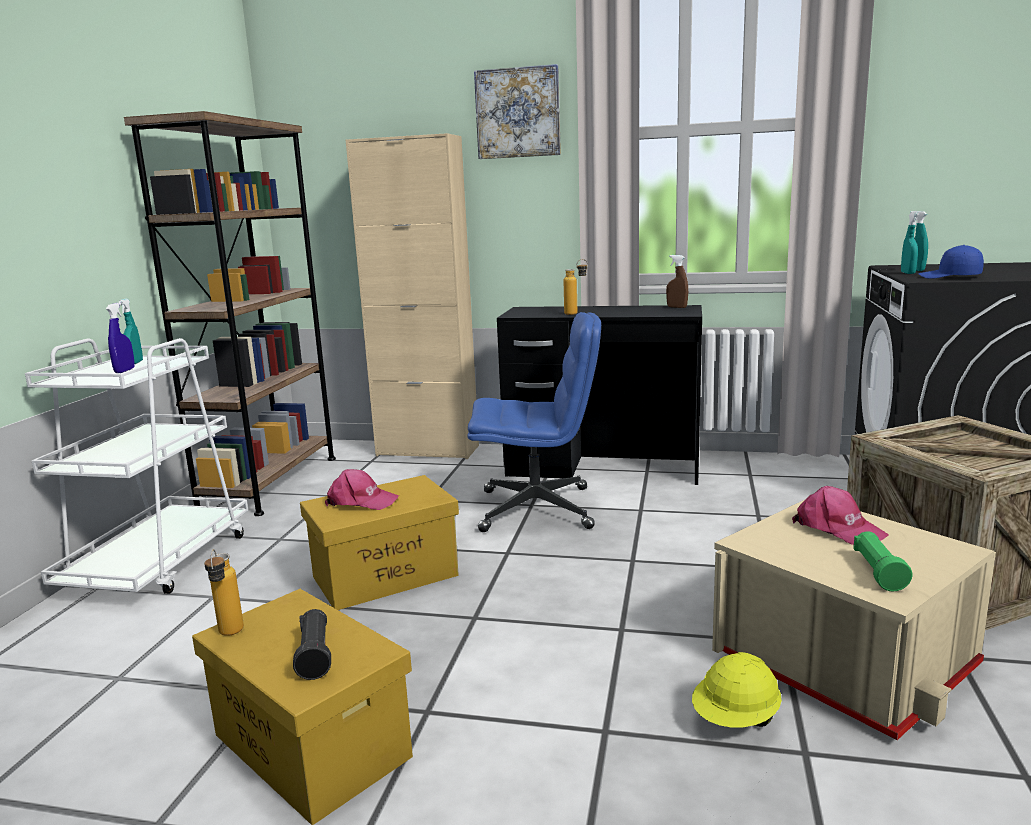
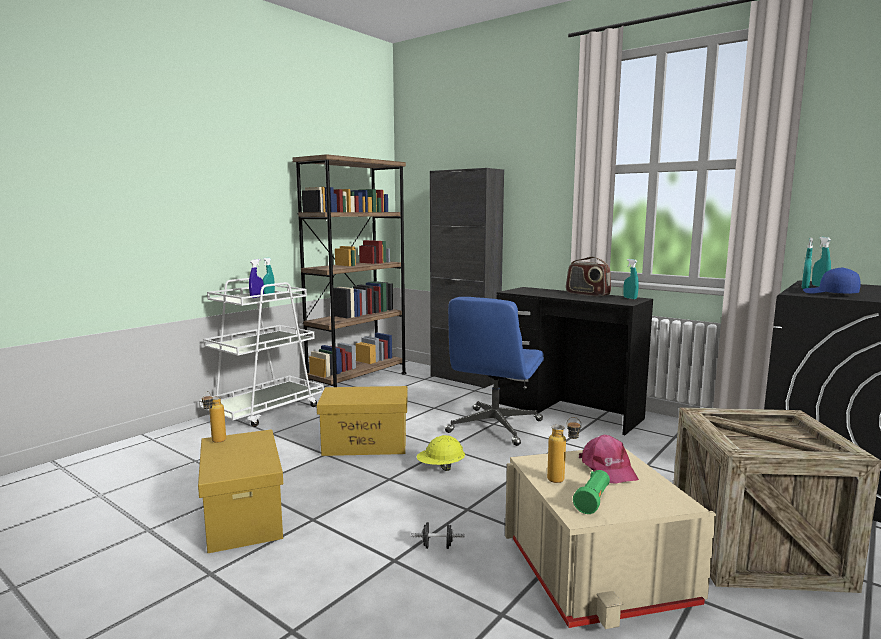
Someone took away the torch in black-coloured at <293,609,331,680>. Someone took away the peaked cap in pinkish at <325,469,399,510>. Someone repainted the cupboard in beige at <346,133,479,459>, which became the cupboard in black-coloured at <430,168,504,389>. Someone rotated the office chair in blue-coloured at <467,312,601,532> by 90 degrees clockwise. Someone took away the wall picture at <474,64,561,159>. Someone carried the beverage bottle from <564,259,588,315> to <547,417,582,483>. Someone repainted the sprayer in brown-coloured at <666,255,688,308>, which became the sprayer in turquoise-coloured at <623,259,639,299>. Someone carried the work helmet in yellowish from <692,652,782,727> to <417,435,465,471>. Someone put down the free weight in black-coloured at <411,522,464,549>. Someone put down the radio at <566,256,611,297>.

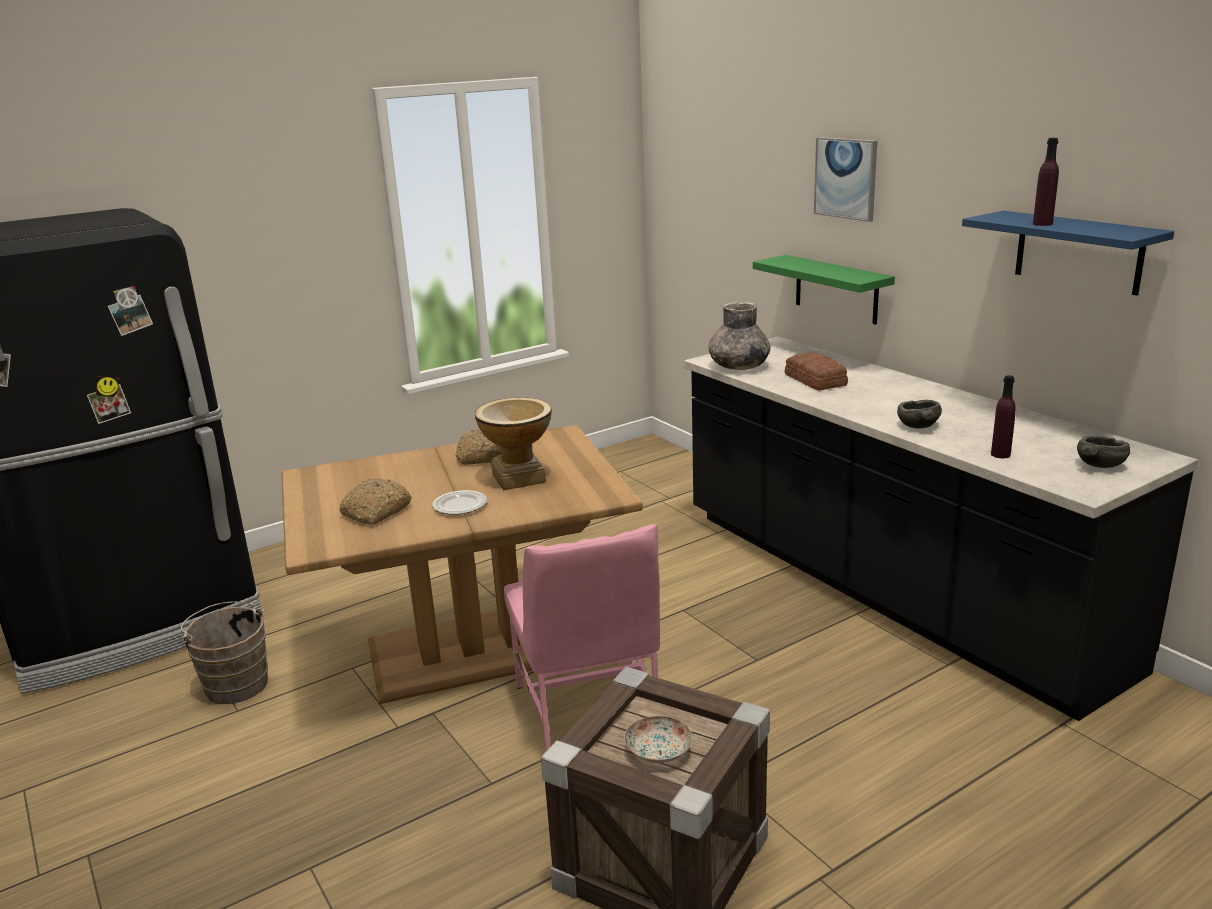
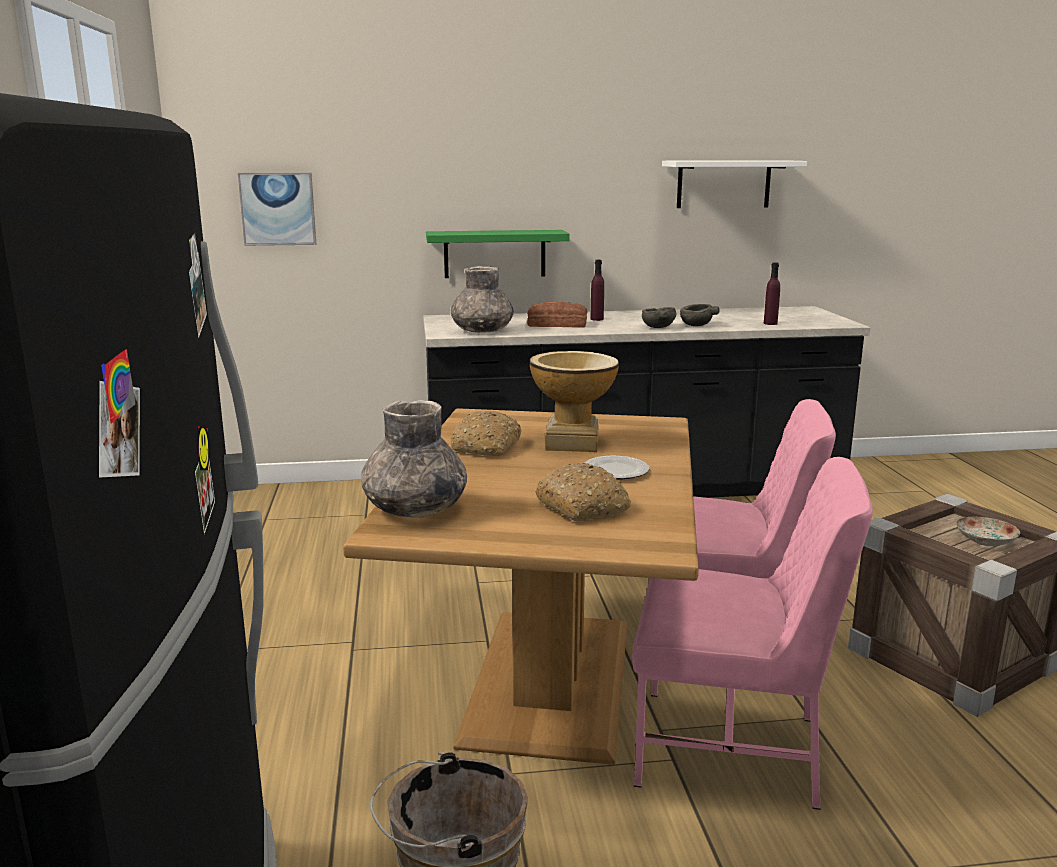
Someone carried the wall picture from <814,137,877,222> to <238,172,316,246>. Someone repainted the bracket shelf in blue-coloured at <962,211,1174,295>, which became the bracket shelf in white at <662,160,807,208>. Someone carried the beverage bottle in purplish from <1033,138,1059,226> to <591,260,604,321>. Someone carried the bowl in grey from <1077,436,1130,468> to <642,307,677,328>. Someone put down the decorative vase in grey at <361,400,467,517>. Someone put down the chair in pinkish at <632,457,873,810>.

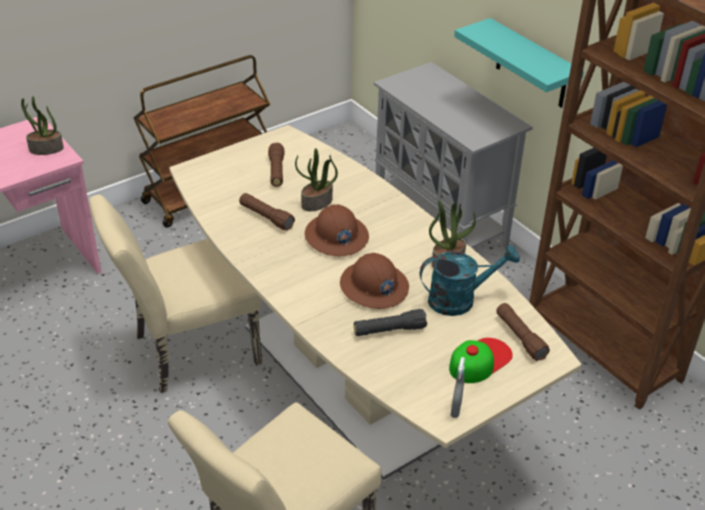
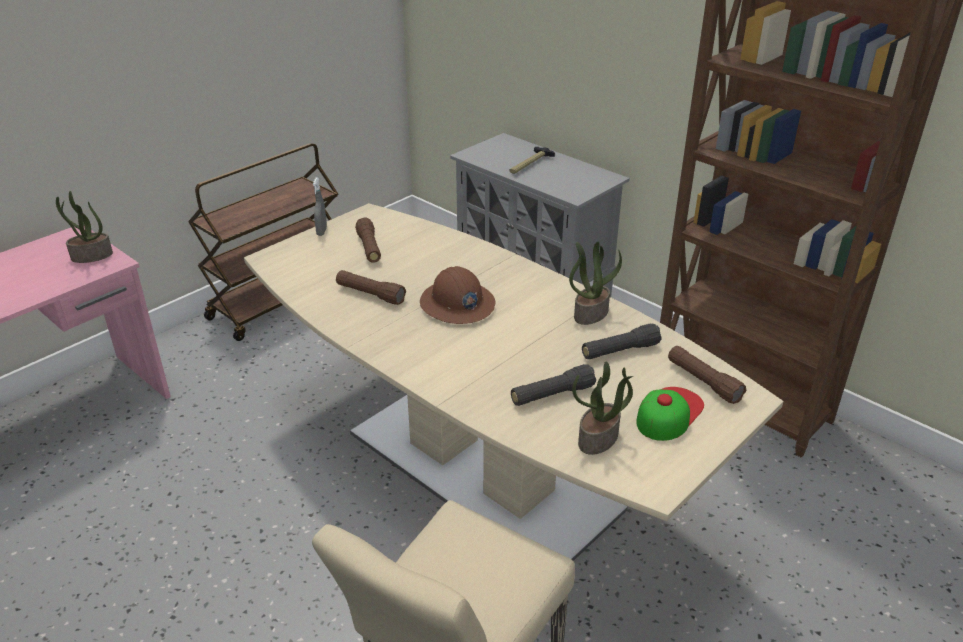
Someone took away the chair in beige at <89,194,262,393>. Someone carried the houseplant from <295,148,338,211> to <572,362,633,455>. Someone took away the work helmet in brown-coloured at <340,253,409,309>. Someone swapped the sprinkling can in turquoise-coloured at <420,245,520,316> for the torch in black-coloured at <582,324,662,359>. Someone carried the sprayer in grey from <451,357,465,418> to <313,178,327,236>. Someone took away the bracket shelf in turquoise-coloured at <454,18,584,108>. Someone put down the tool hammer at <509,147,555,174>.

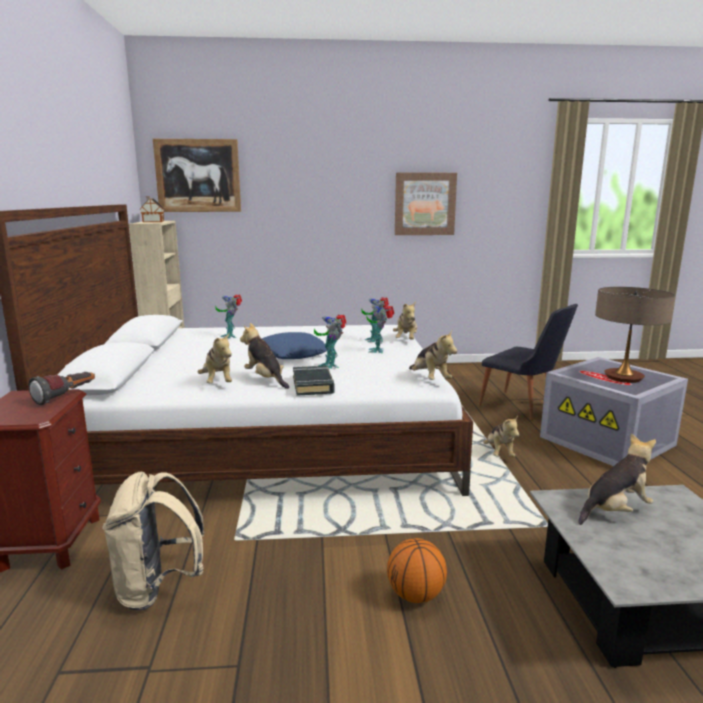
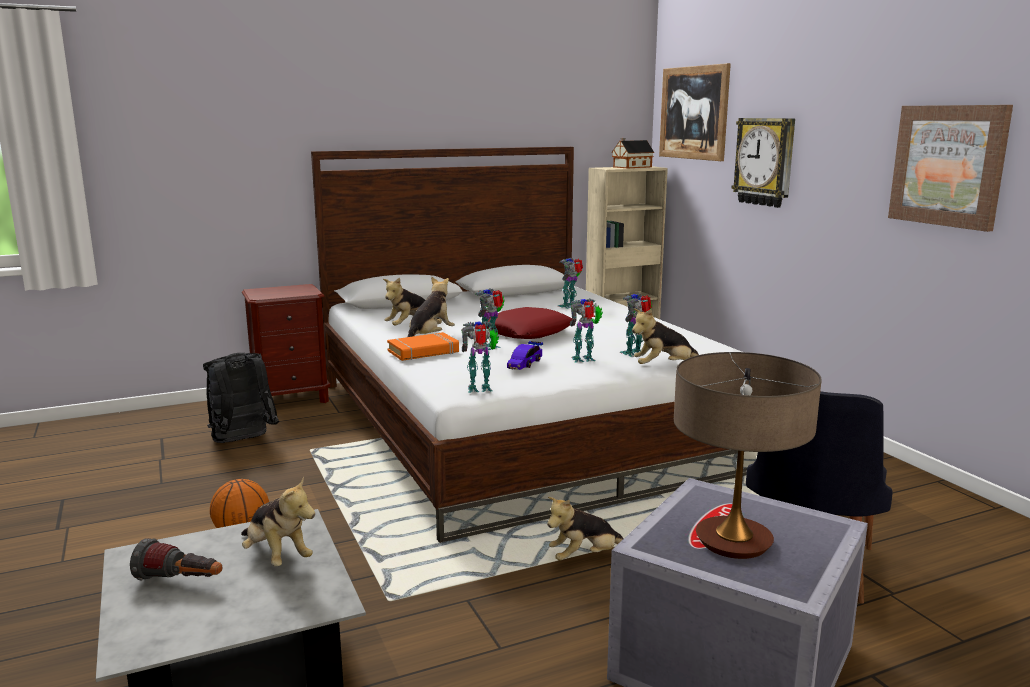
Someone carried the torch from <28,372,95,405> to <130,538,222,581>. Someone repainted the rucksack in beige at <102,472,204,611>, which became the rucksack in black-coloured at <203,353,279,443>. Someone repainted the throw pillow in blue-coloured at <262,332,327,359>, which became the throw pillow in red at <487,307,572,339>. Someone repainted the bound book in black-coloured at <293,366,335,396>, which became the bound book in orangey at <387,332,459,361>. Someone swapped the soft toy at <409,331,457,380> for the model robot at <461,321,499,393>. Someone put down the toy car at <507,341,543,370>. Someone put up the clock on the wall at <732,118,795,208>.

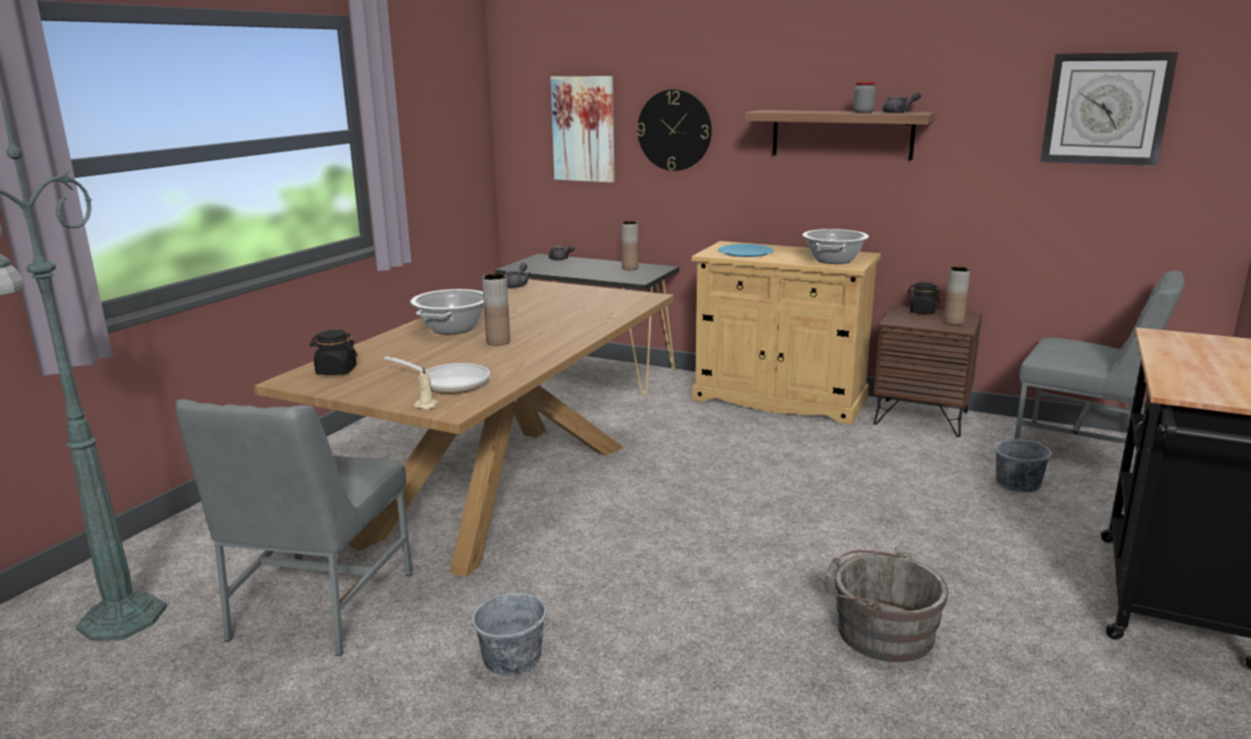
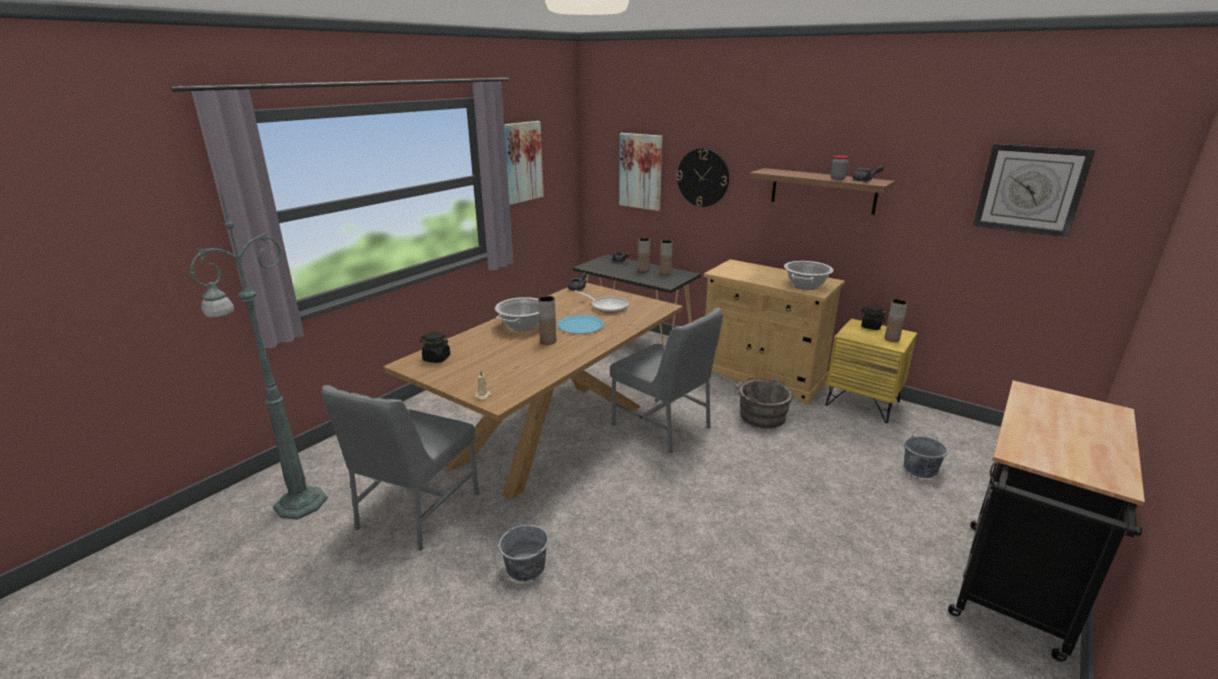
Someone carried the frying pan from <384,356,490,394> to <574,290,629,313>. Someone carried the flat dish in blue-coloured from <718,244,774,257> to <557,315,604,334>. Someone carried the bucket in grey from <823,547,948,662> to <734,378,793,428>. Someone repainted the nightstand in brown-coloured at <874,305,982,437>, which became the nightstand in yellowish at <825,318,917,423>. Someone carried the chair in grey from <1014,270,1184,473> to <610,308,723,453>. Someone put up the wall picture at <504,121,544,205>. Someone put down the decorative vase in brown-coloured at <638,238,650,272>.

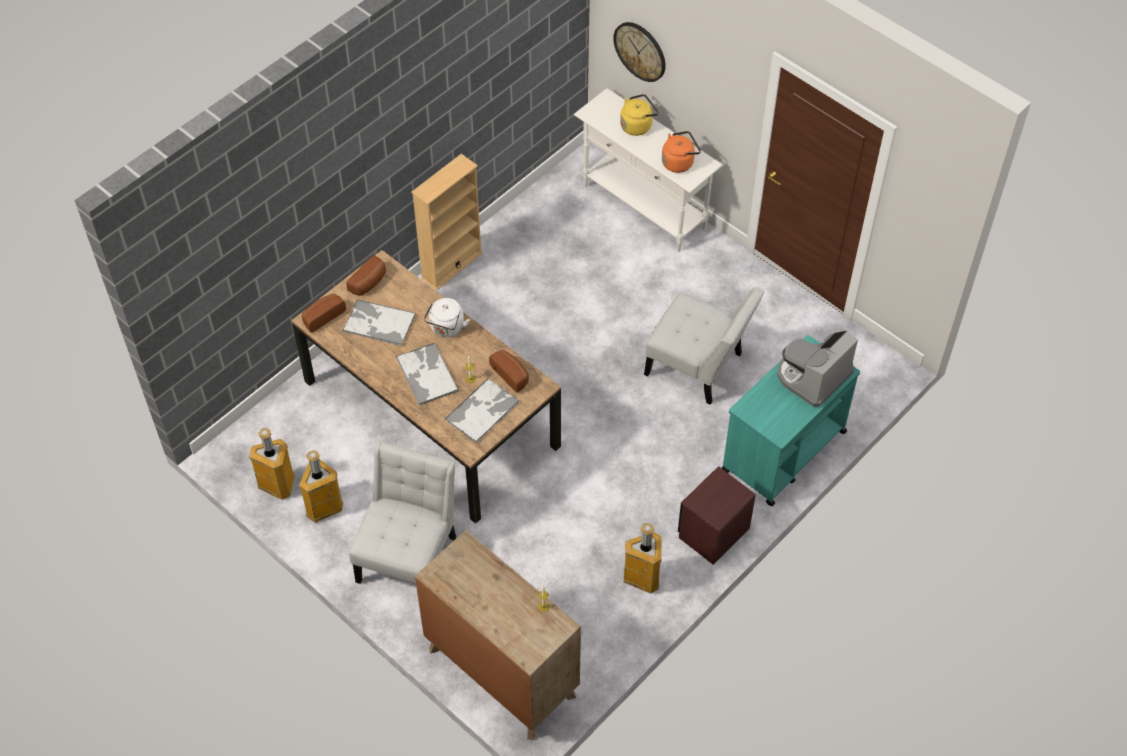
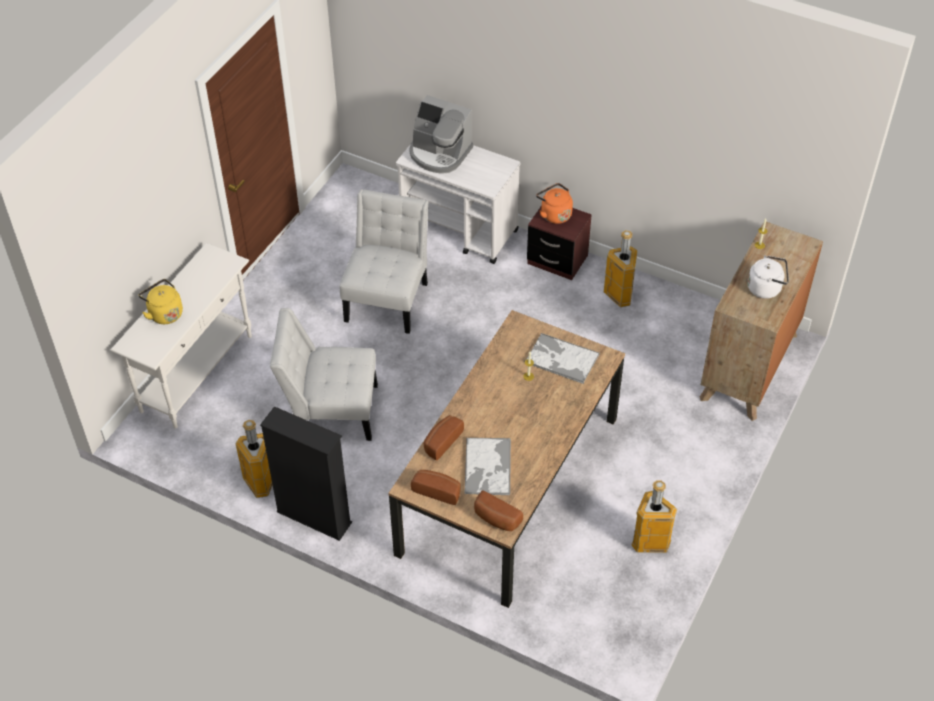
Someone carried the trash can from <249,428,295,500> to <235,420,272,498>. Someone carried the chair in white from <349,442,456,584> to <270,308,378,441>. Someone took away the carrying tray at <396,343,459,405>. Someone repainted the shelving unit in beige at <411,154,483,291>, which became the shelving unit in black-coloured at <260,406,352,541>. Someone carried the tea kettle in white from <424,298,470,337> to <747,256,789,299>. Someone carried the baked bread from <489,350,529,393> to <424,415,464,461>. Someone took away the clock on the wall at <613,22,666,82>. Someone carried the tea kettle in orangey from <662,131,701,173> to <536,183,573,224>. Someone repainted the trolley in turquoise-coloured at <722,335,860,506>, which became the trolley in white at <396,145,521,264>.

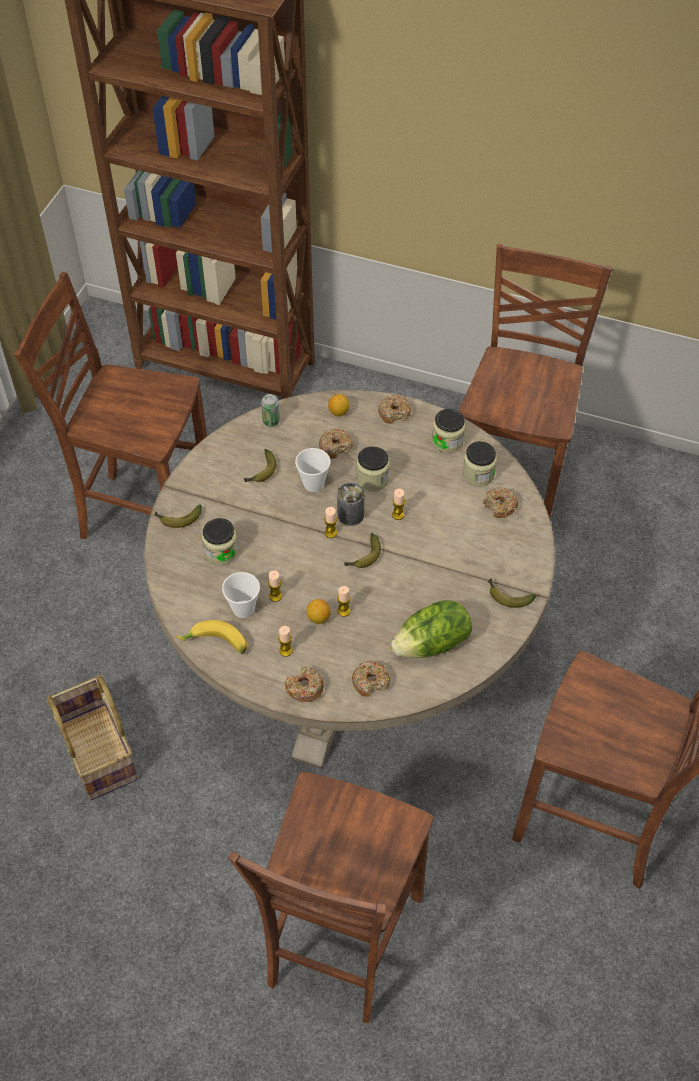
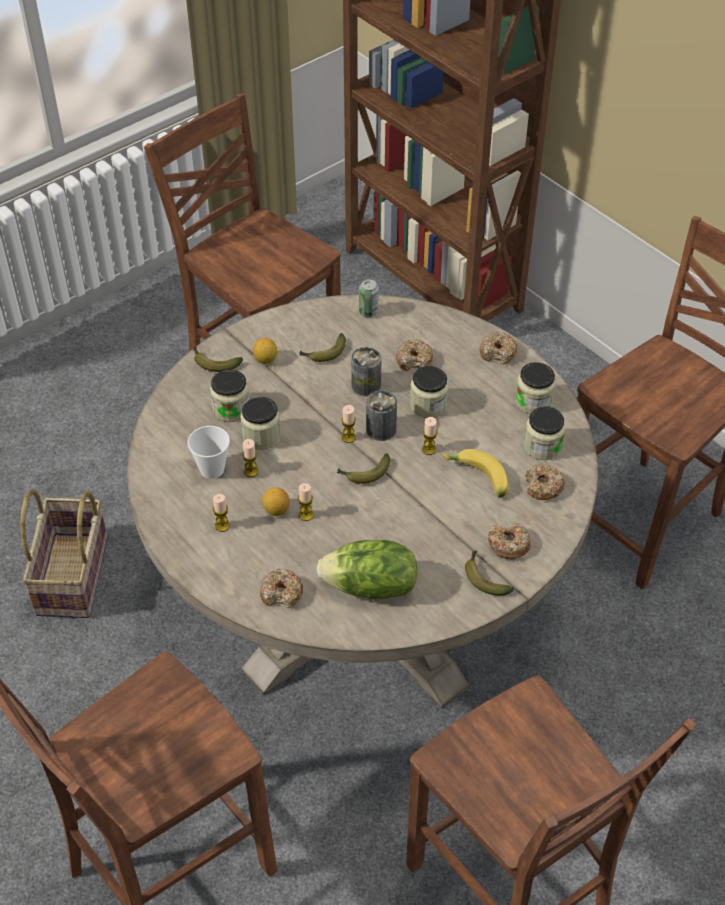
Someone carried the whole banana from <175,620,248,654> to <441,449,509,498>. Someone carried the doughnut from <285,666,324,702> to <488,522,531,559>. Someone swapped the cup at <295,448,331,492> for the sealed can at <351,347,381,396>. Someone carried the citrus fruit from <328,394,349,416> to <253,338,277,364>. Someone put down the storage jar at <241,397,281,450>.

